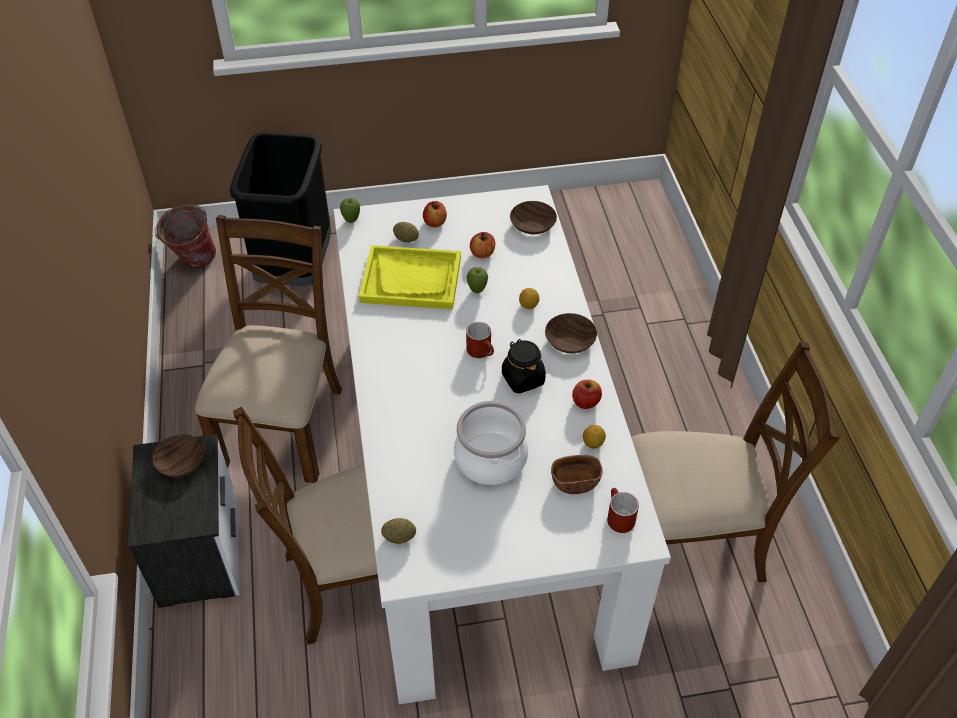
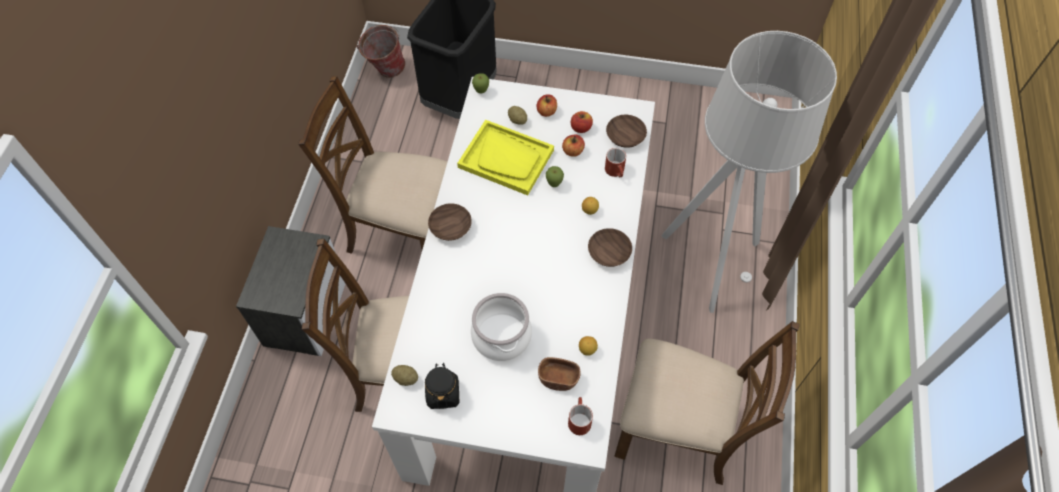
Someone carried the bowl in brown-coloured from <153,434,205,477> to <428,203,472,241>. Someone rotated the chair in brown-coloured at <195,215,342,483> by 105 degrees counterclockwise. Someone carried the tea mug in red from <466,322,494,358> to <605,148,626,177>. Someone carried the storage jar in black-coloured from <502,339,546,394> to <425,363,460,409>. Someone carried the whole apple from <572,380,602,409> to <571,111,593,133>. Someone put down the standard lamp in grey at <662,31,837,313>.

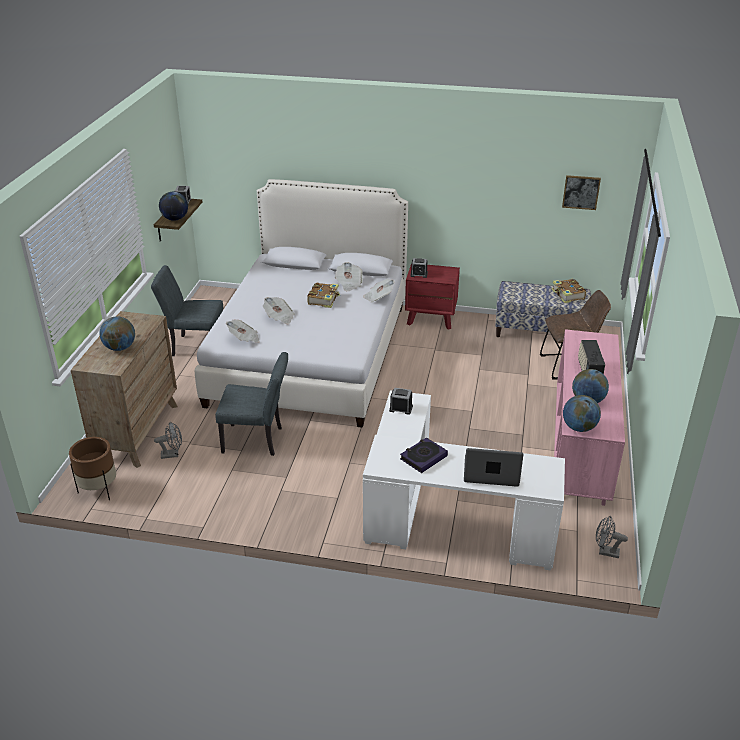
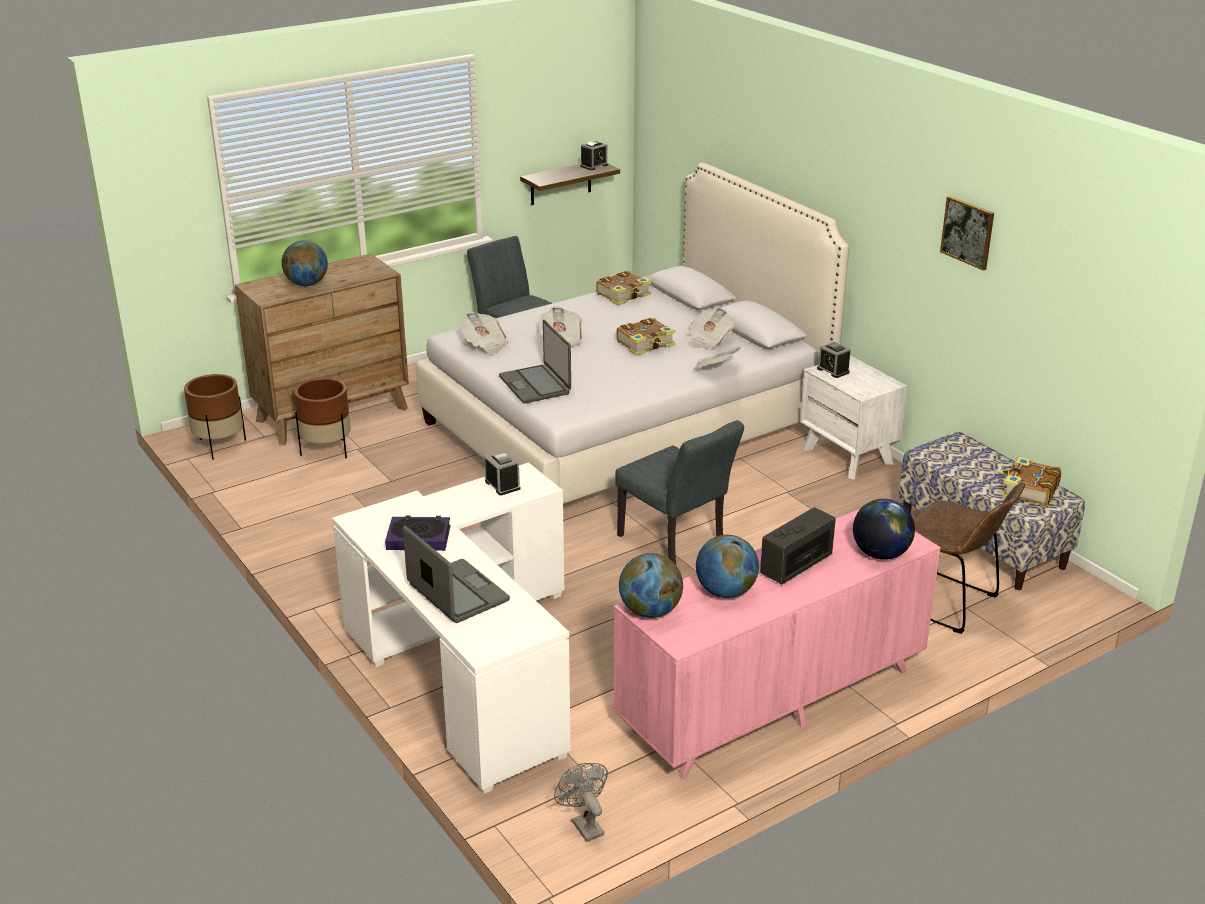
Someone swapped the fan in grey at <154,422,182,459> for the plant pot in brown-coloured at <294,378,351,458>. Someone carried the globe from <159,192,188,221> to <853,499,915,560>. Someone carried the chair in grey from <215,352,288,456> to <615,420,744,565>. Someone repainted the nightstand in red at <405,263,460,329>, which became the nightstand in white at <800,355,908,479>. Someone carried the wall picture from <562,175,601,210> to <940,196,994,270>. Someone put down the notebook computer at <499,320,571,403>. Someone put down the bound book at <596,271,651,305>.

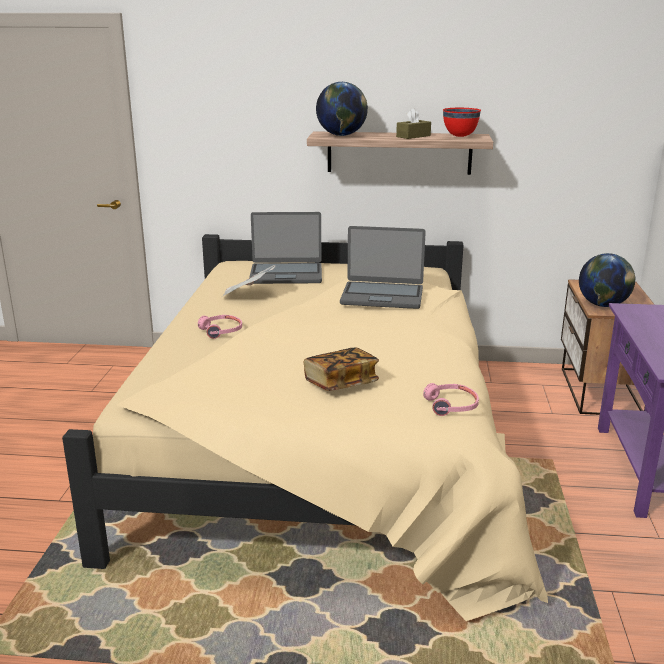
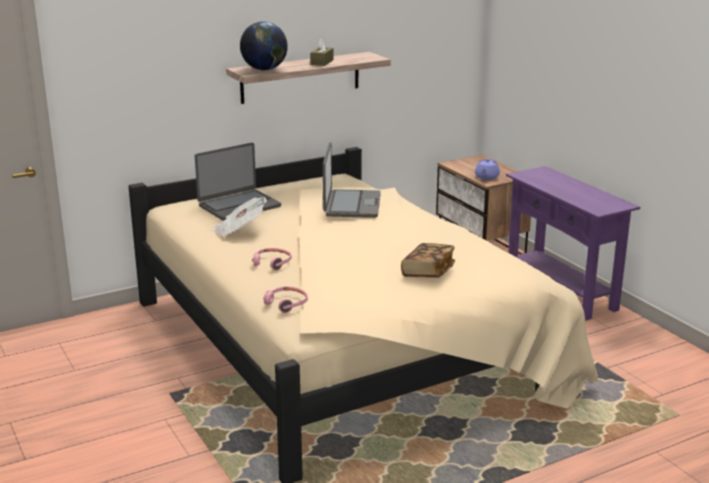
Someone rotated the notebook computer at <340,226,426,309> by 60 degrees counterclockwise. Someone carried the headphones in pinkish from <423,383,479,416> to <263,286,308,313>. Someone took away the bowl in red at <443,108,481,137>. Someone swapped the globe at <579,253,635,307> for the teapot in purplish at <475,158,500,180>.

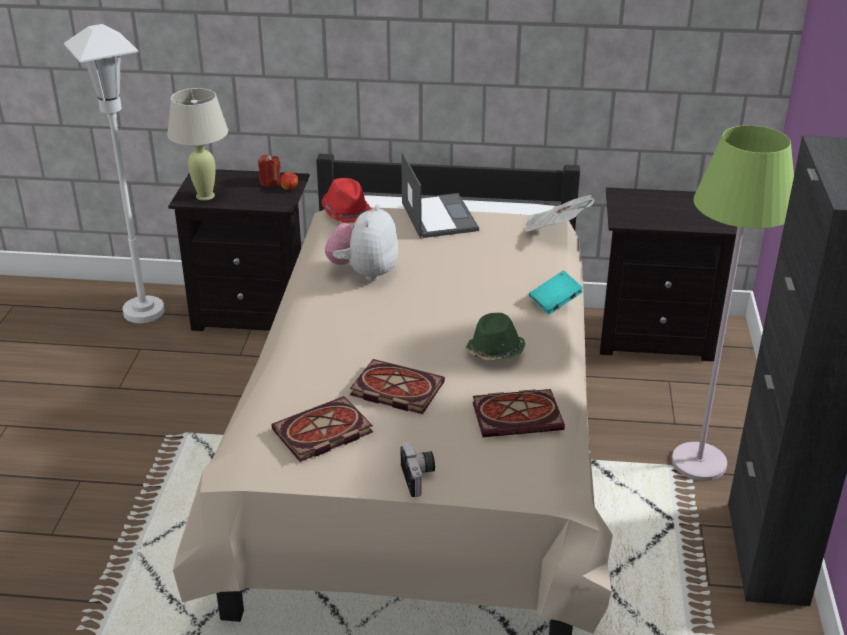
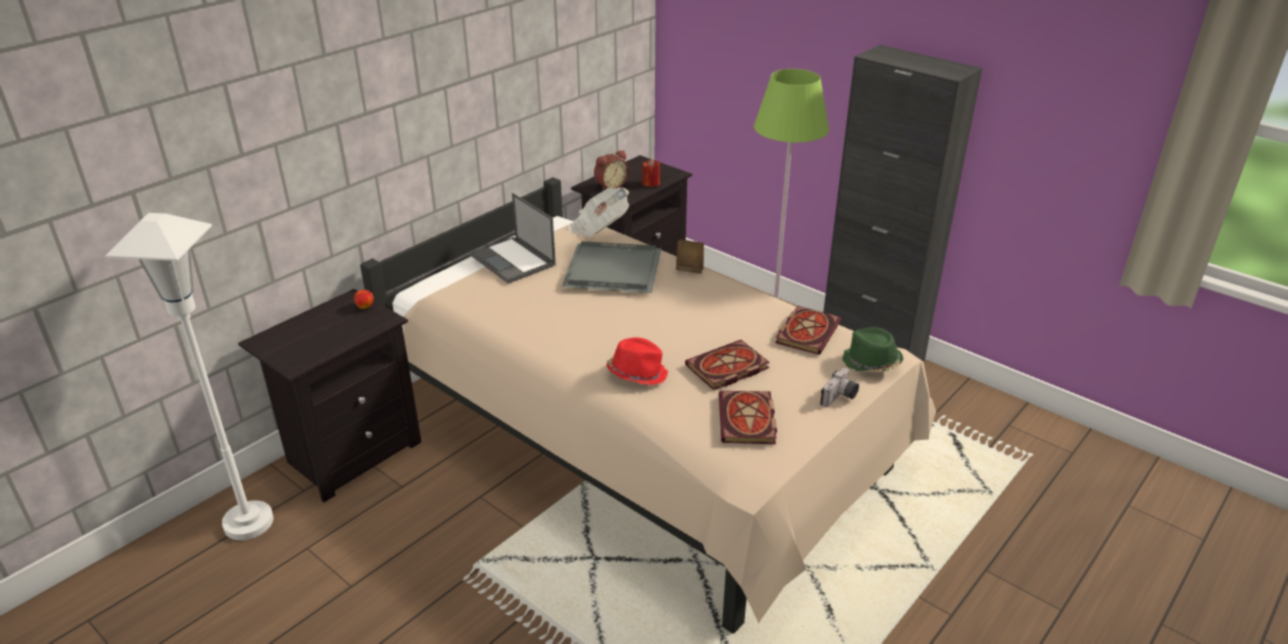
Someone took away the lamp for a table in beige at <167,88,228,200>. Someone carried the candle in red from <258,154,281,187> to <642,159,660,187>. Someone carried the wearable hat in red from <321,178,372,223> to <607,337,668,385>. Someone took away the soft toy at <325,204,398,281>. Someone rotated the notebook computer at <401,152,479,238> by 150 degrees counterclockwise. Someone rotated the still camera at <401,442,435,497> by 105 degrees clockwise. Someone carried the wearable hat in green from <465,313,525,360> to <842,327,903,372>. Someone repainted the bound book in turquoise-coloured at <529,271,583,314>, which became the bound book in brown-coloured at <676,240,704,273>. Someone put down the carrying tray in grey at <562,241,661,293>. Someone put down the table clock at <594,150,629,191>.

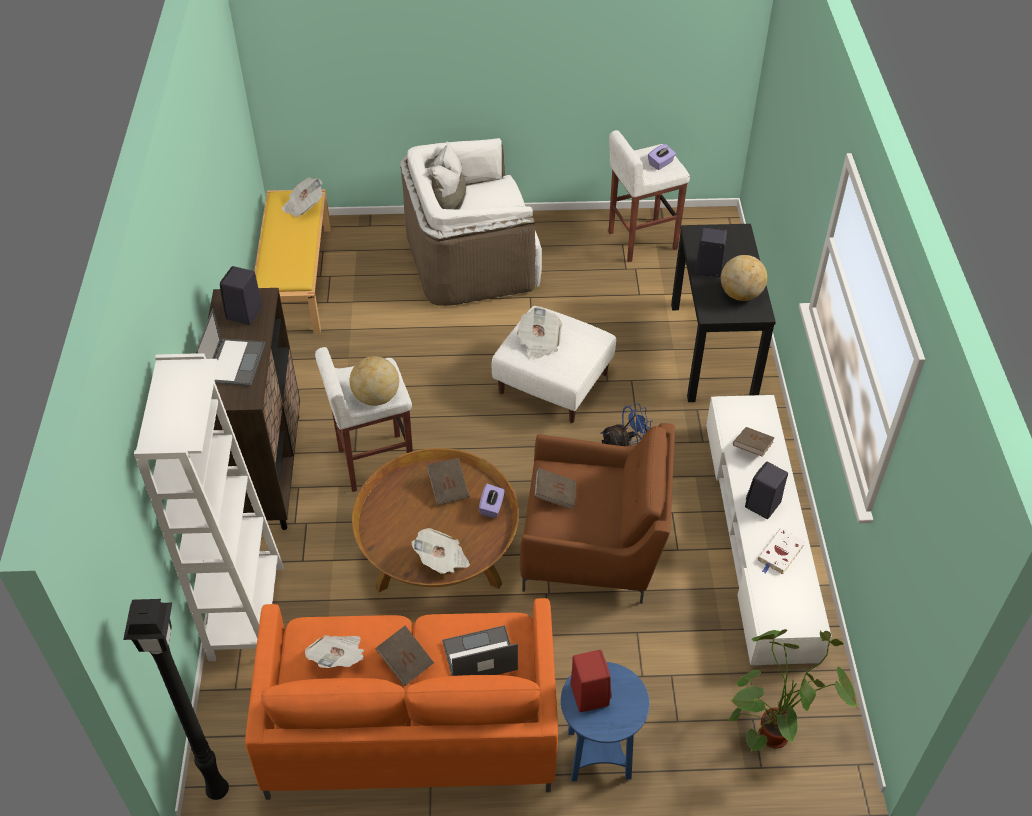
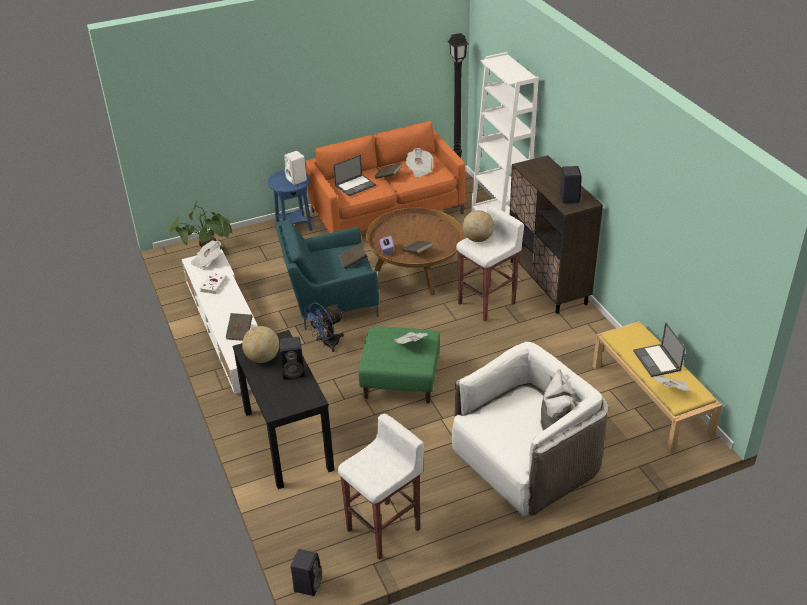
Someone carried the notebook computer from <196,309,265,387> to <633,322,685,377>. Someone carried the daily paper from <412,528,470,574> to <191,240,221,269>. Someone repainted the footrest in white at <492,306,616,423>, which became the footrest in green at <358,327,440,404>. Someone repainted the lounge chair in brown-coloured at <520,423,675,604>, which became the lounge chair in turquoise-coloured at <275,220,379,330>. Someone repainted the audio speaker in red at <570,650,612,712>, which became the audio speaker in white at <284,151,307,185>. Someone took away the tissue box in purplish at <648,144,676,170>. Someone carried the audio speaker in black-coloured from <745,462,788,519> to <291,549,322,596>.

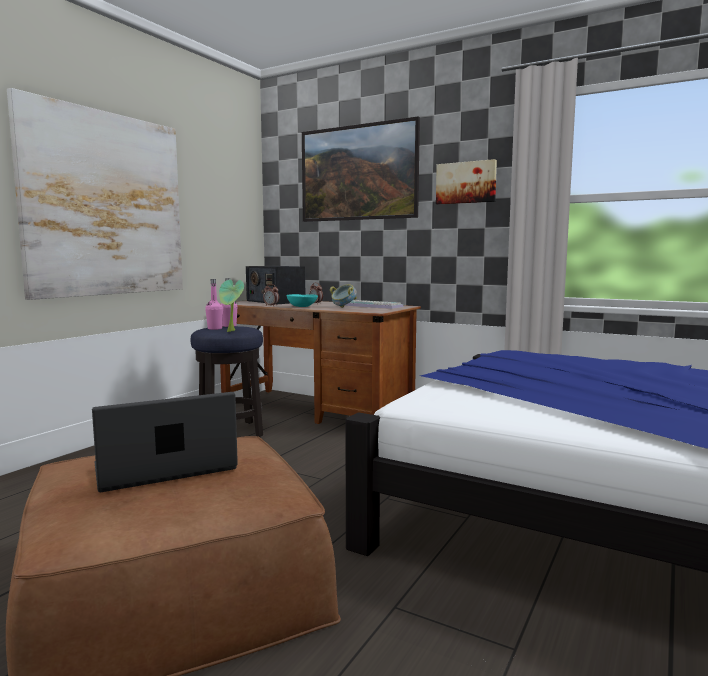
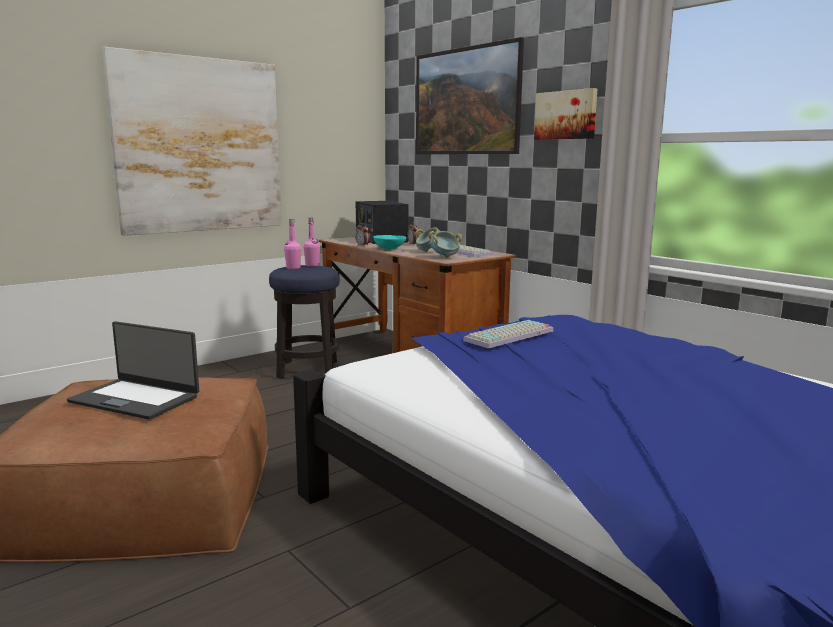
Someone rotated the notebook computer at <92,392,238,492> by 150 degrees counterclockwise. Someone took away the houseplant at <219,280,244,332>. Someone put down the bowl at <431,231,462,258>. Someone put down the computer keyboard at <463,320,554,348>.

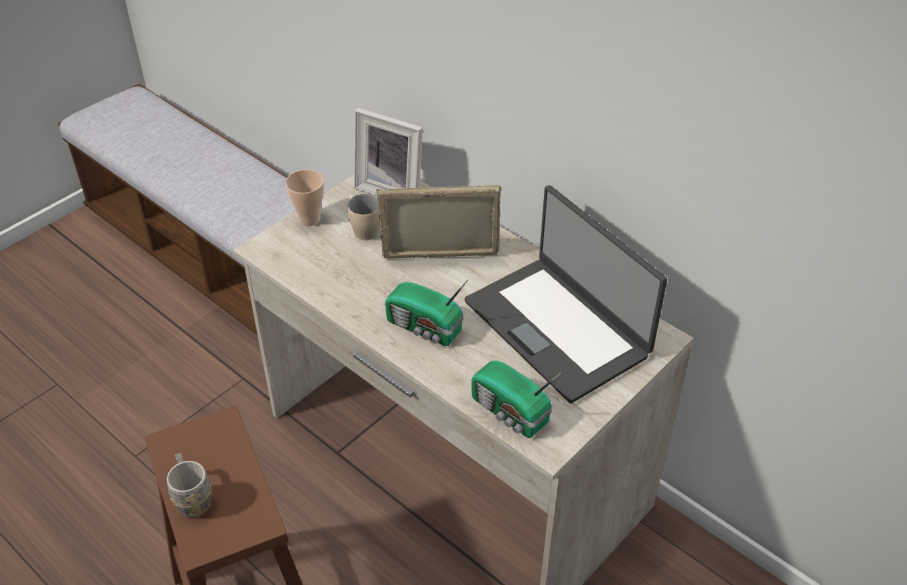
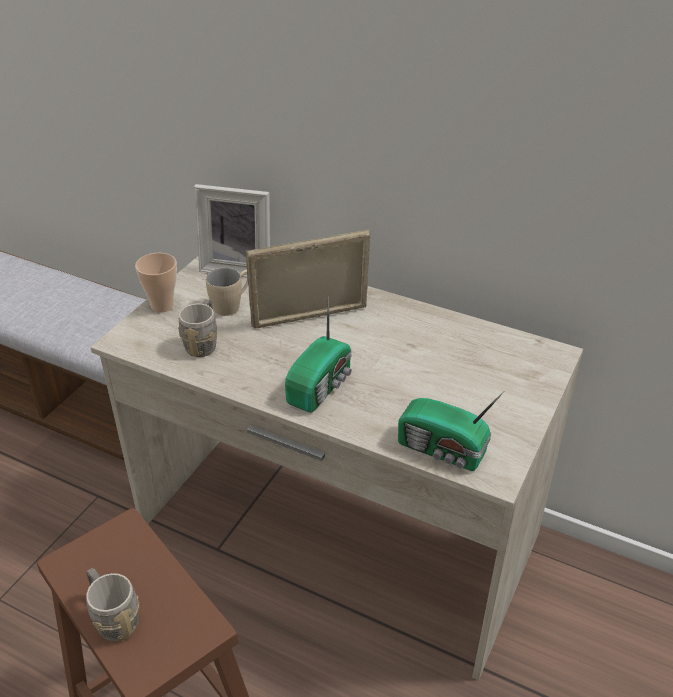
Someone rotated the radio at <385,279,469,346> by 75 degrees counterclockwise. Someone took away the notebook computer at <465,185,667,403>. Someone put down the tea mug in grey at <178,299,217,357>.

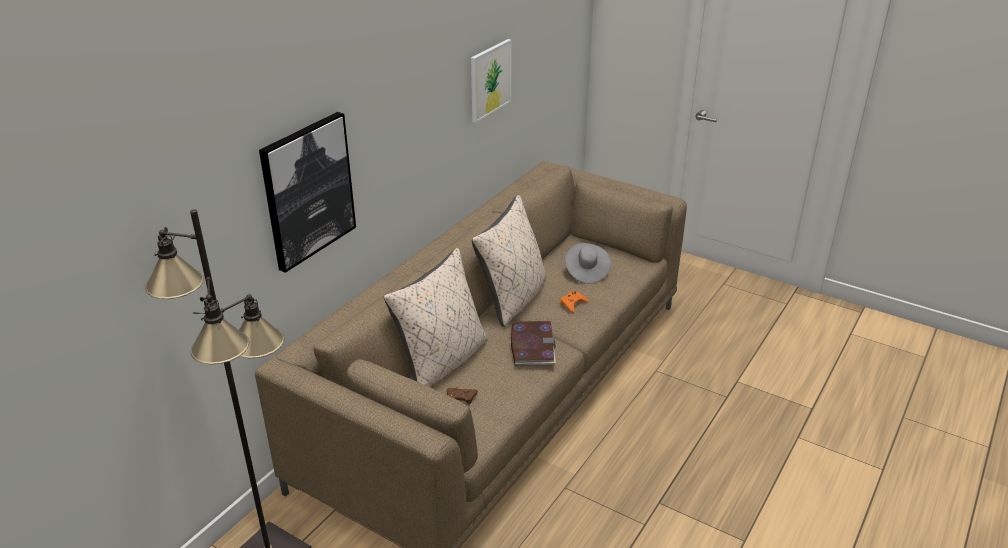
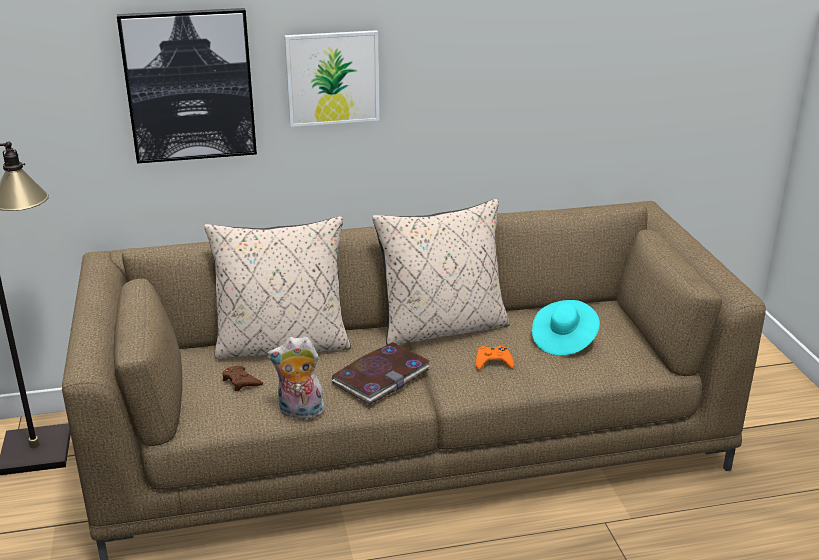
Someone carried the wall picture from <471,39,512,123> to <285,30,379,127>. Someone repainted the wearable hat in grey at <565,243,611,284>, which became the wearable hat in turquoise-coloured at <532,300,600,356>. Someone put down the soft toy at <267,336,325,419>.

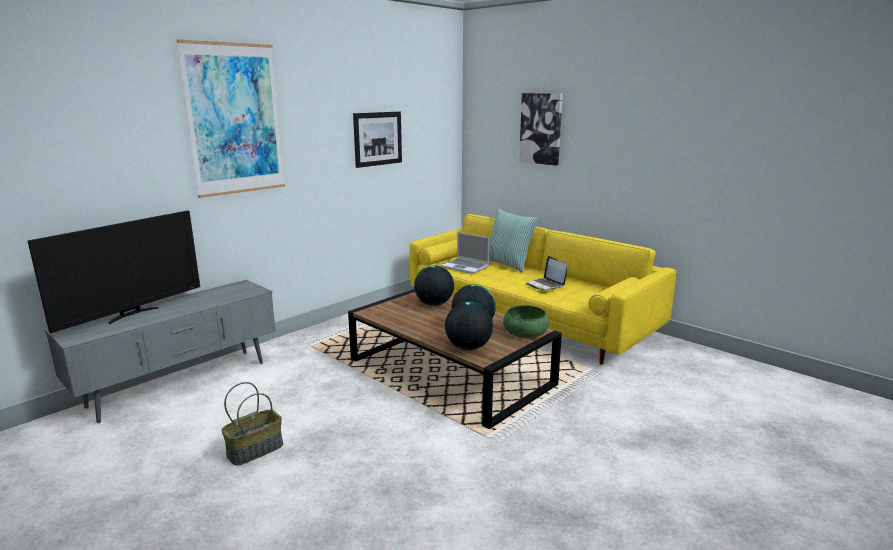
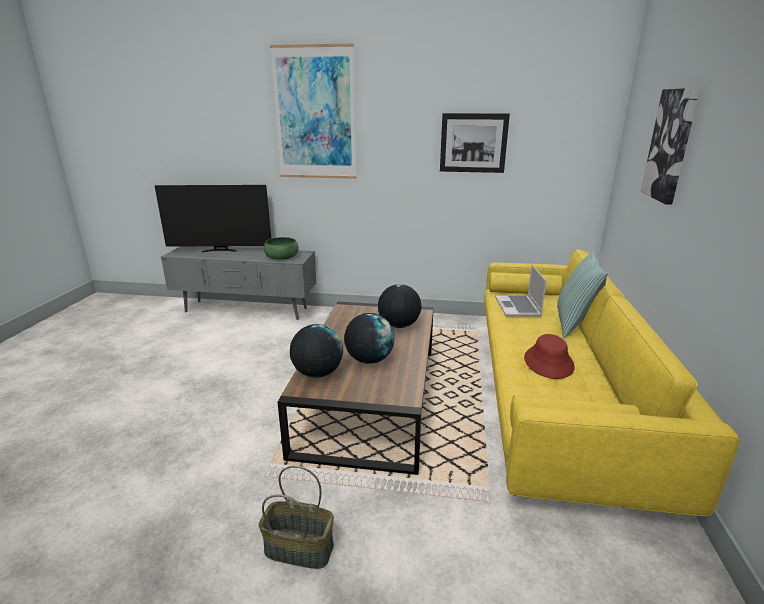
Someone carried the basket from <221,382,283,465> to <259,466,334,569>. Someone carried the bowl in green from <503,305,549,338> to <264,237,299,260>. Someone swapped the notebook computer at <526,256,567,290> for the wearable hat in red at <524,334,575,379>.

